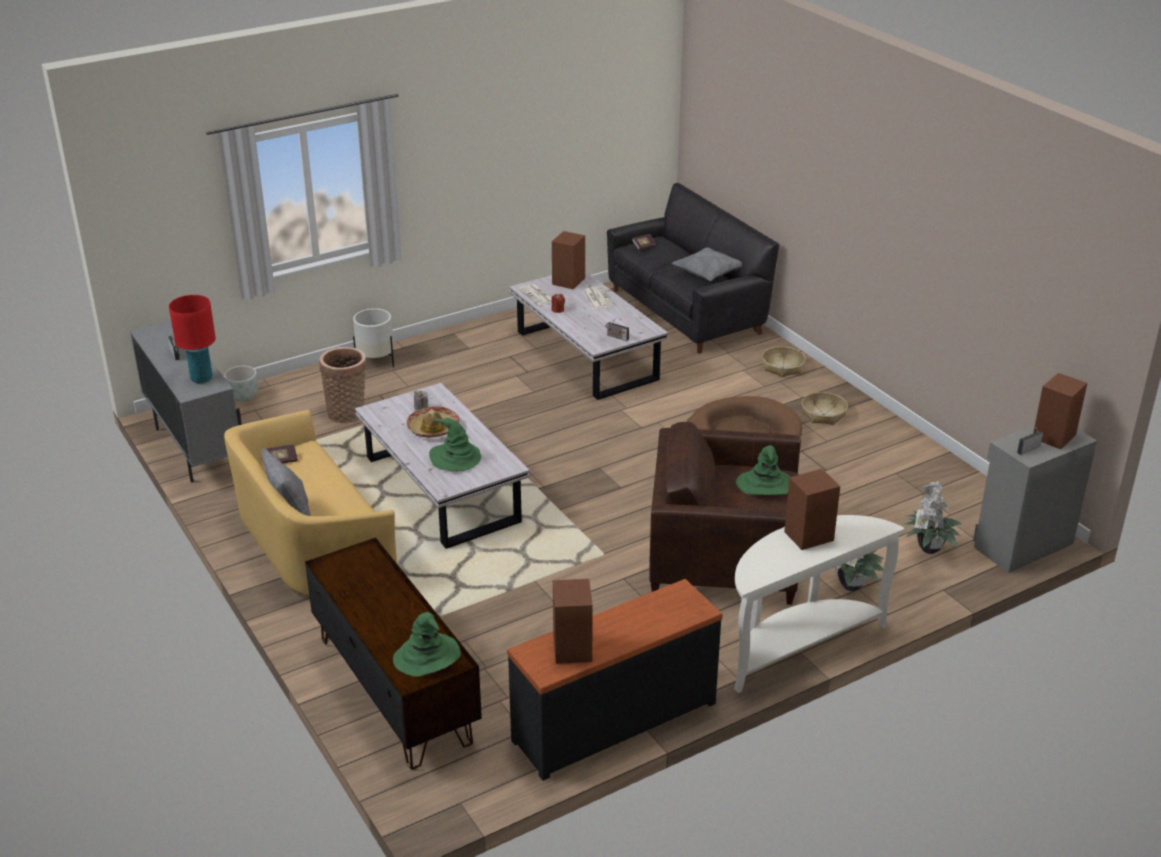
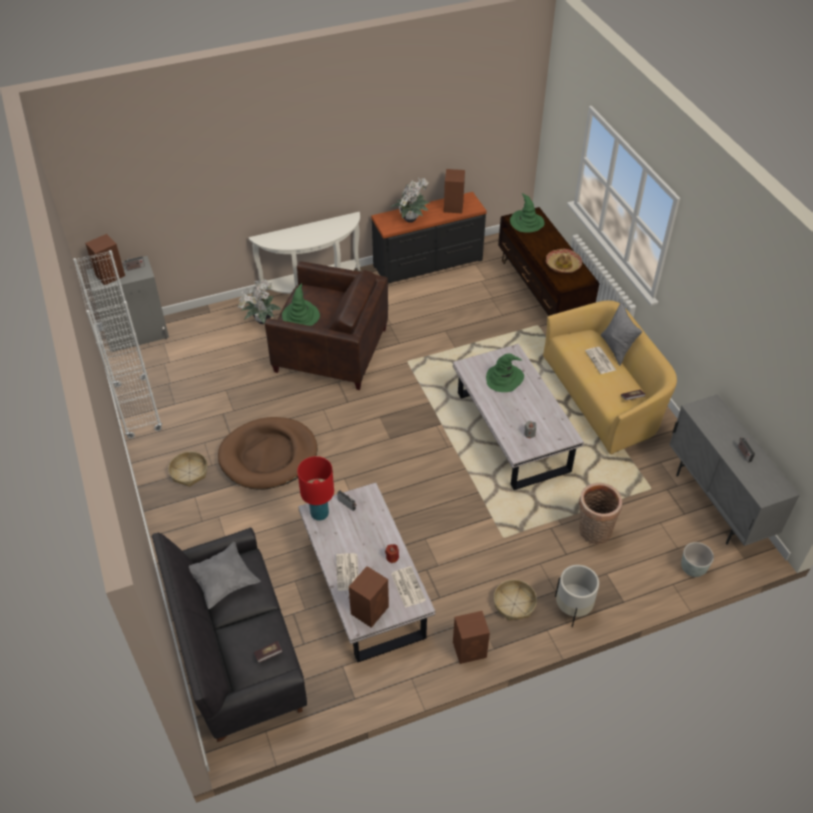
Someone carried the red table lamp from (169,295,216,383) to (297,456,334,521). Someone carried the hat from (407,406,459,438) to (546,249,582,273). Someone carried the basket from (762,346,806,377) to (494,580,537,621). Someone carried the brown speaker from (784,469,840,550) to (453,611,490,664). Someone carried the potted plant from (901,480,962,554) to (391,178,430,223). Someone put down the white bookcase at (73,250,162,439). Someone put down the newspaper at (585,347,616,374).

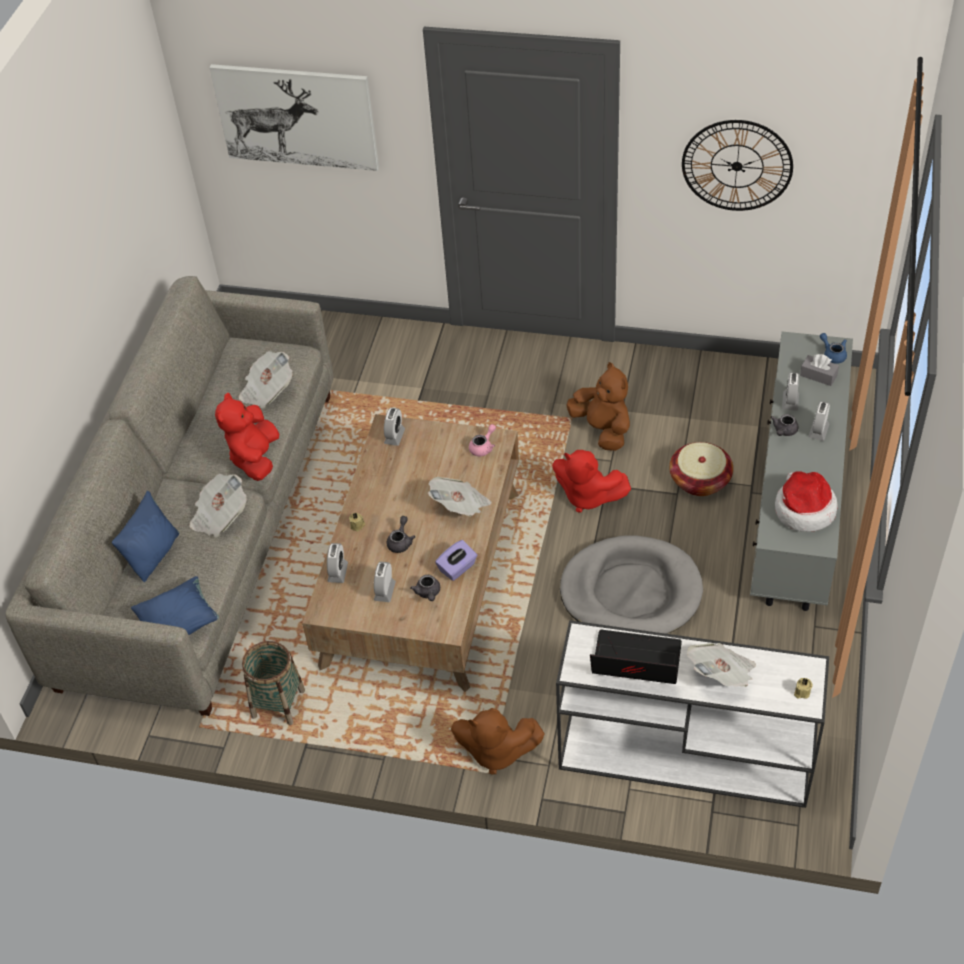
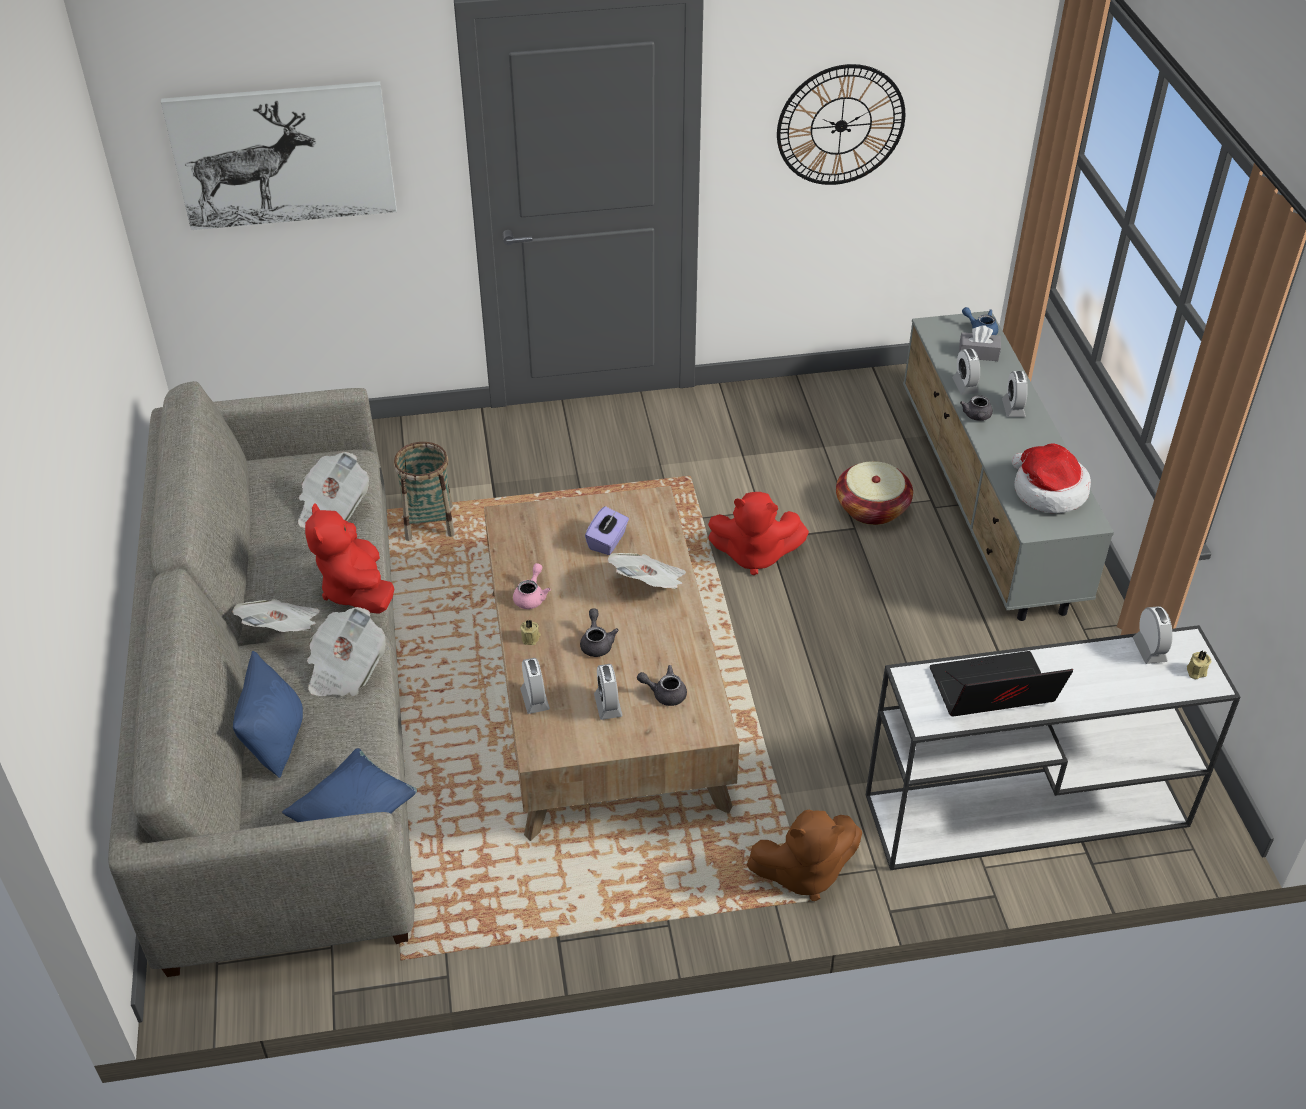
Someone carried the basket from (242,641,305,725) to (394,442,455,541). Someone carried the alarm clock from (384,408,405,446) to (1133,606,1173,664). Someone rotated the grey teapot at (410,575,440,601) by 135 degrees clockwise. Someone carried the purple tissue box from (435,540,478,581) to (585,506,629,555). Someone carried the pink teapot from (469,424,496,456) to (513,563,551,609). Someone took away the grey dog bed at (560,536,703,634). Someone took away the brown plush toy at (566,362,630,451). Someone carried the newspaper from (687,643,756,687) to (233,599,320,632).

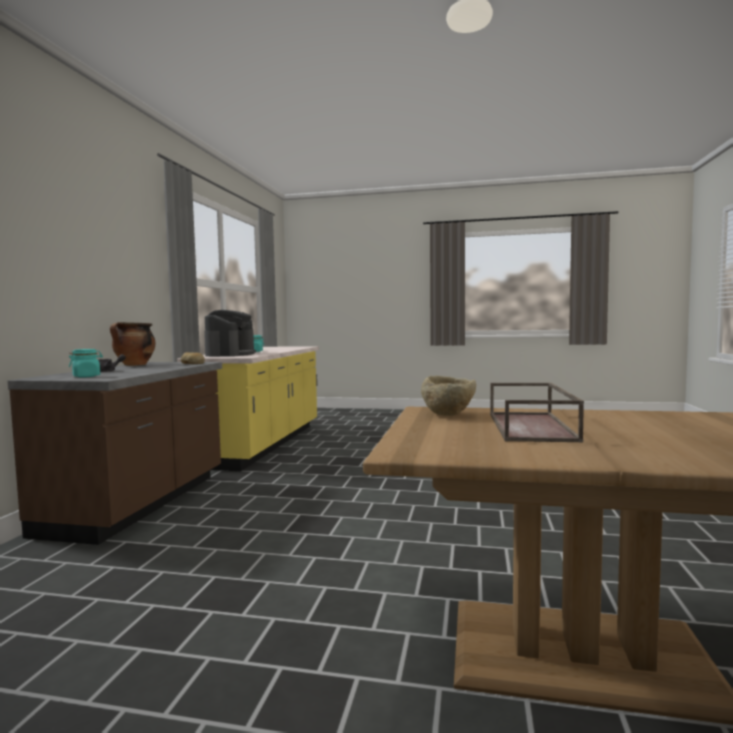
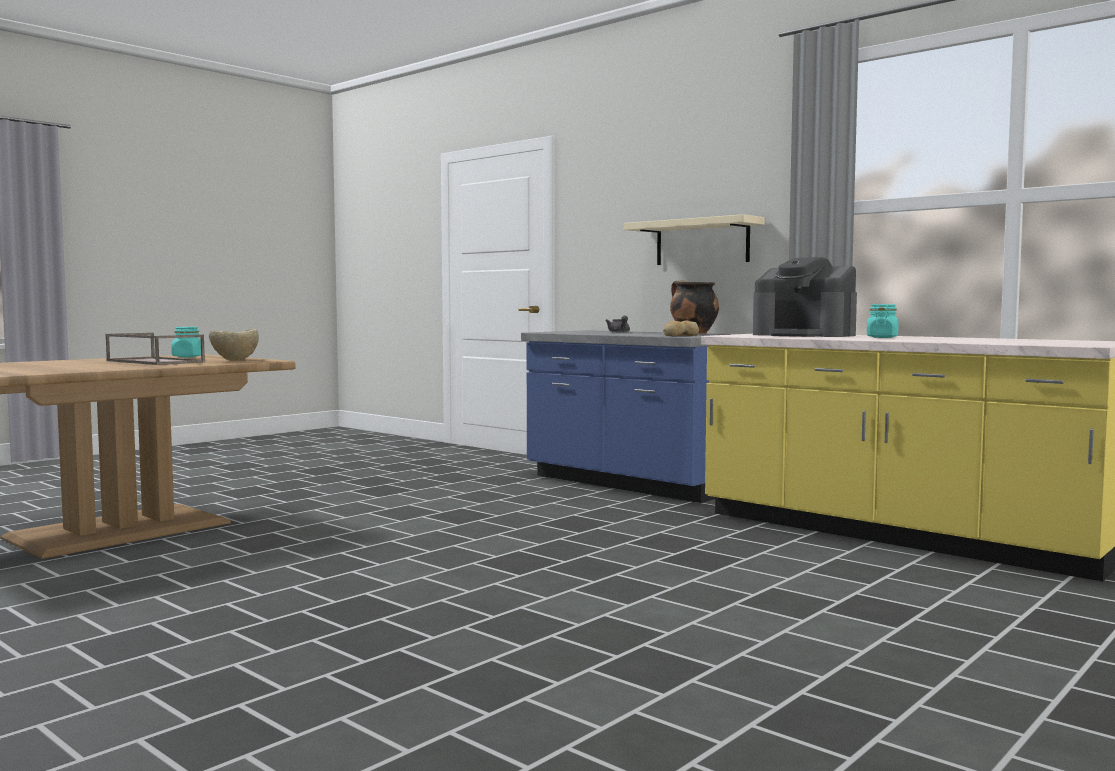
Someone repainted the brown counter at (8,362,222,545), which became the blue counter at (521,330,733,503). Someone carried the turquoise jar from (69,349,103,378) to (171,327,201,357). Someone put up the beige shelf at (624,214,765,265).

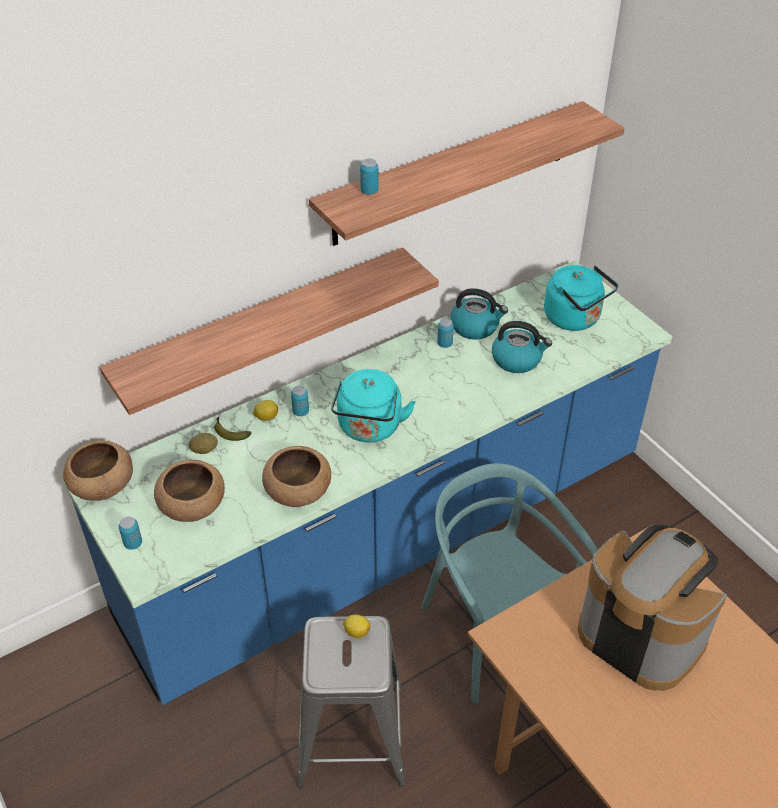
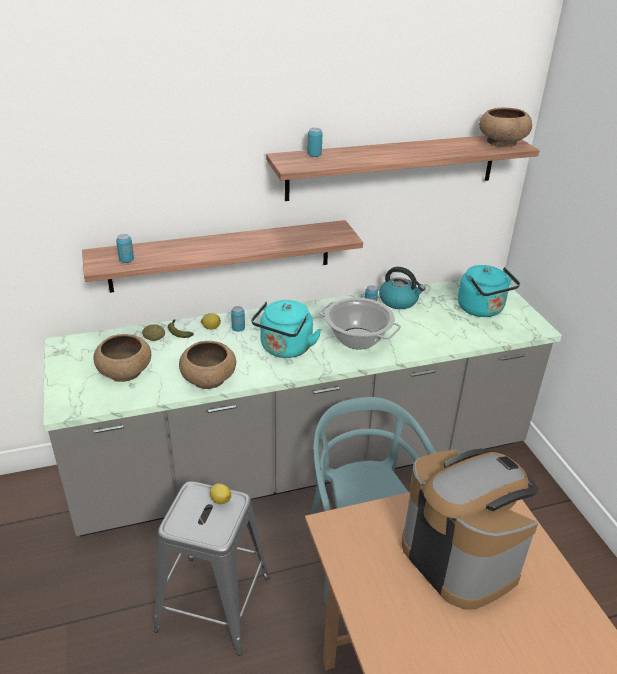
Someone carried the brown bowl from (63,441,133,501) to (479,108,532,147). Someone repainted the blue counter at (64,260,672,705), which became the grey counter at (43,279,562,537). Someone carried the can from (119,516,142,550) to (116,234,134,263). Someone took away the kettle at (492,321,552,373). Someone put down the cooking pot at (319,298,401,350).

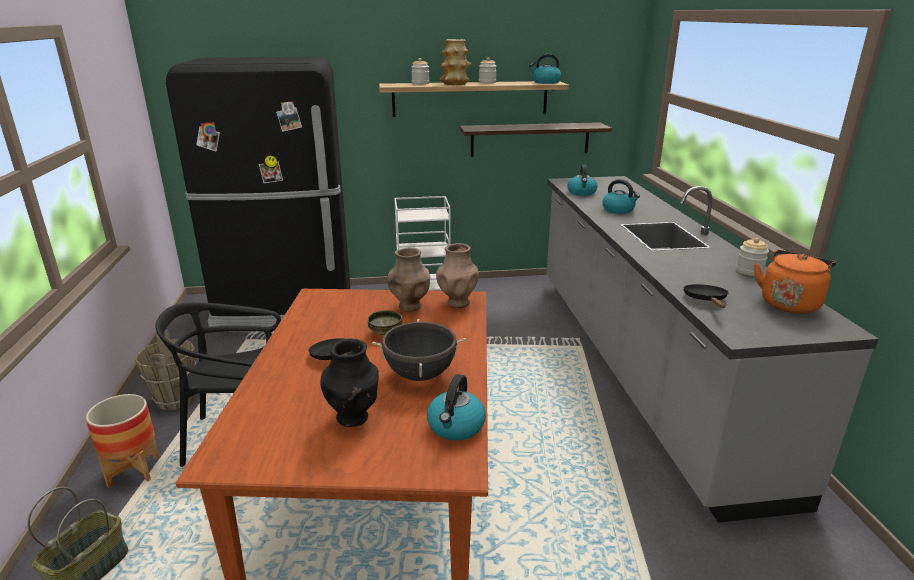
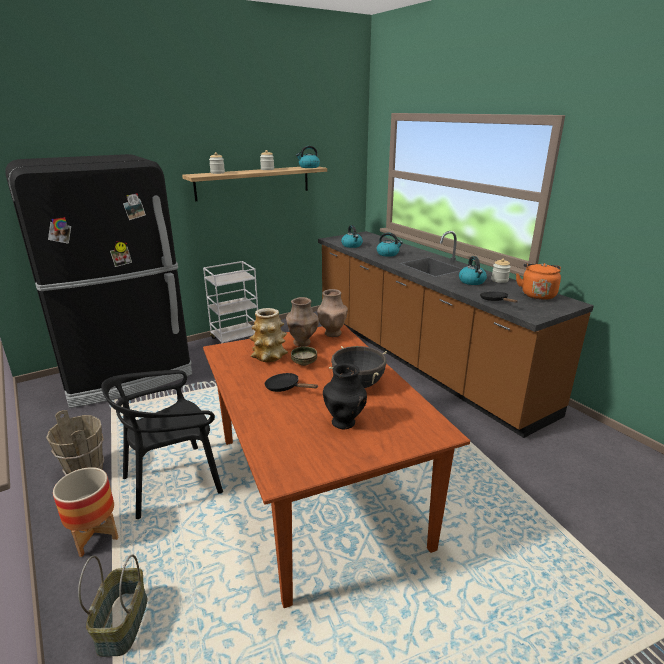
Someone carried the kettle from (427,374,486,441) to (459,256,487,285). Someone carried the vase from (439,39,472,85) to (249,308,288,362). Someone took away the shelf at (460,122,612,157). Someone repainted the grey counter at (547,176,879,523), which became the brown counter at (318,231,594,438).

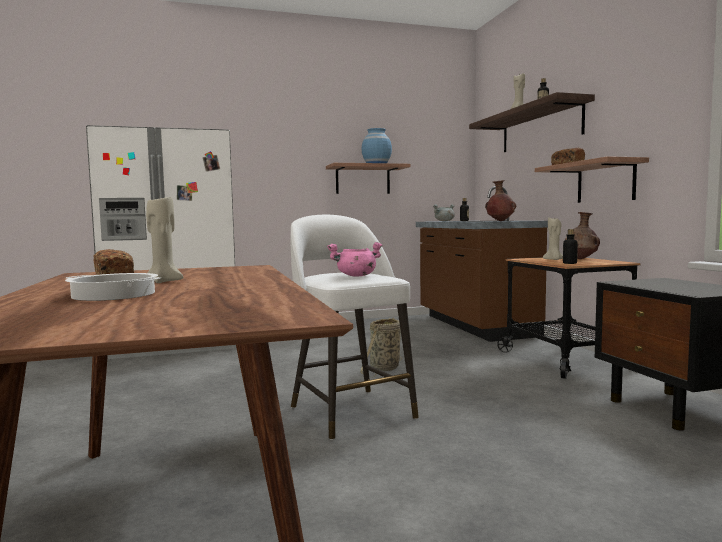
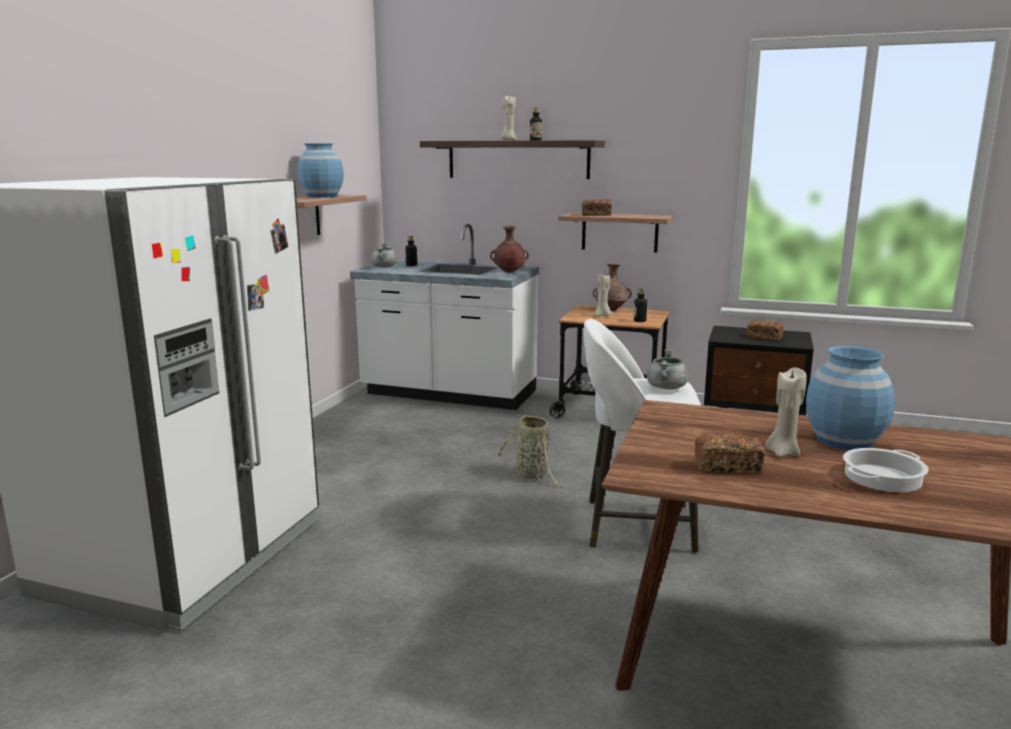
Someone repainted the pink cooking pot at (327,242,383,277), which became the grey cooking pot at (647,348,689,390). Someone repainted the brown counter at (416,186,548,342), which became the white counter at (350,224,539,410). Someone put down the bread at (747,320,784,340). Someone put down the blue vase at (806,346,895,450).

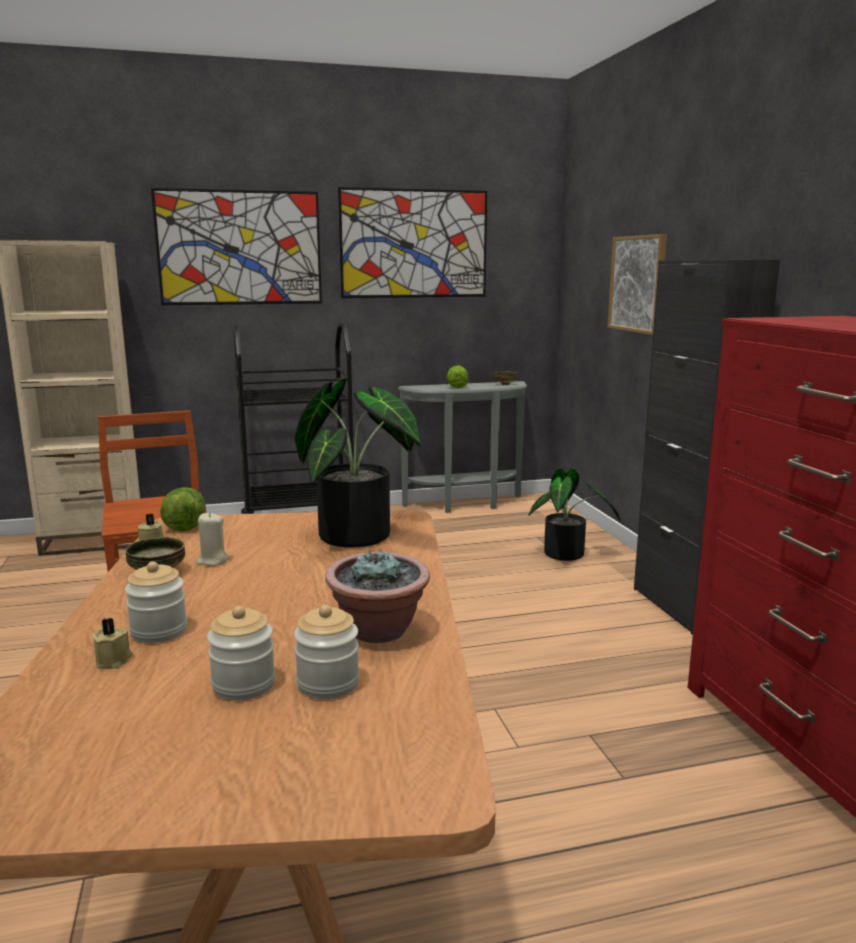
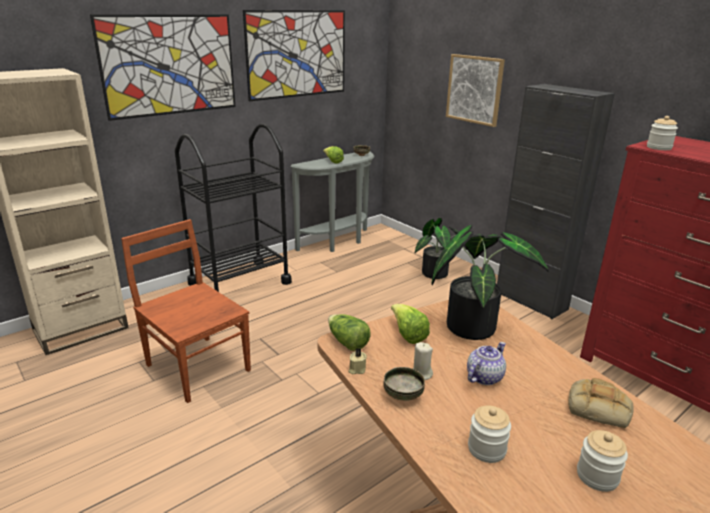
Someone took away the beige candle at (92,618,133,669). Someone carried the jar from (294,605,359,699) to (647,116,678,150). Someone swapped the potted plant at (325,549,430,643) for the bread at (568,378,634,428). Someone put down the lettuce at (391,304,430,344). Someone put down the teapot at (467,342,506,385).

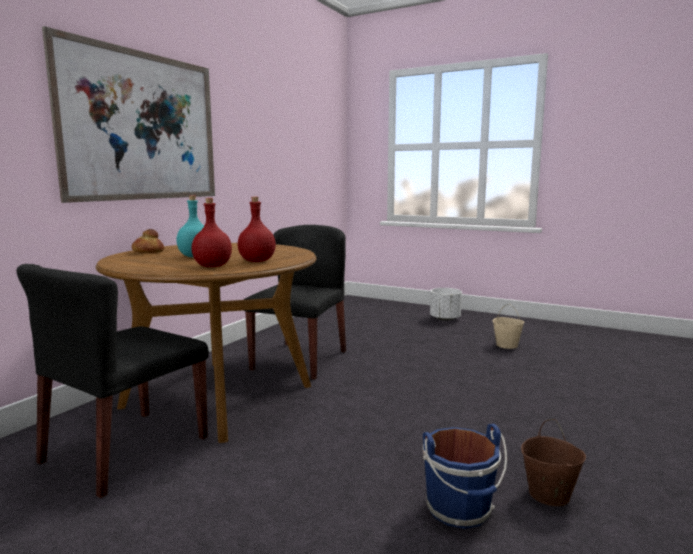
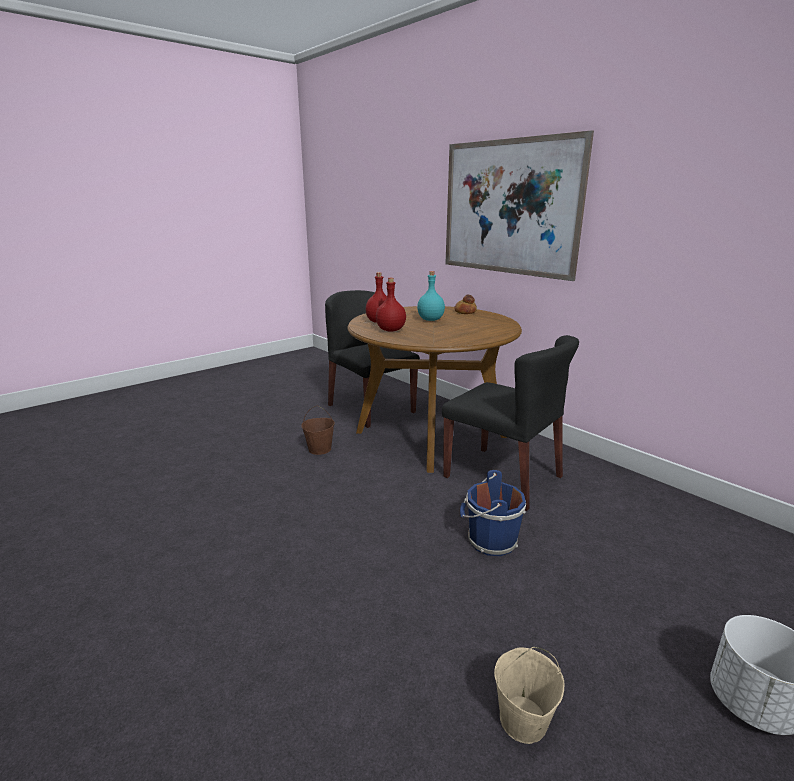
Someone carried the blue bucket from (423,424,507,529) to (460,470,526,556). Someone carried the brown bucket from (521,419,586,506) to (301,406,335,455).

